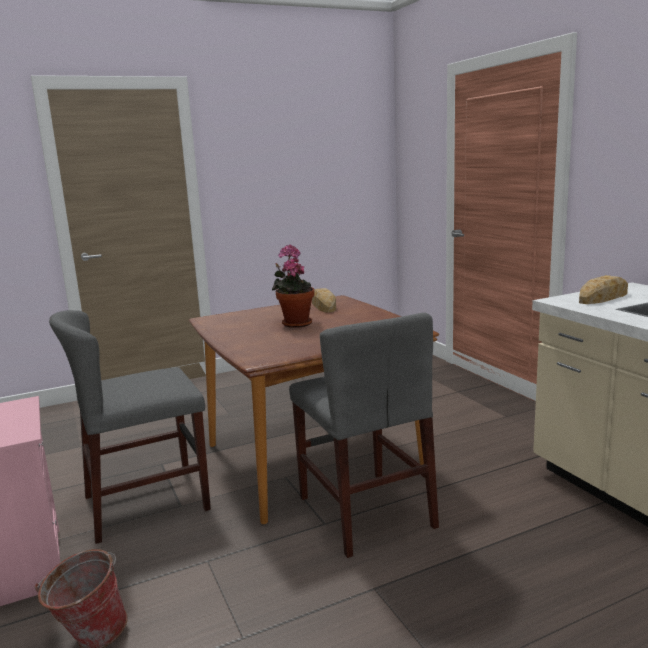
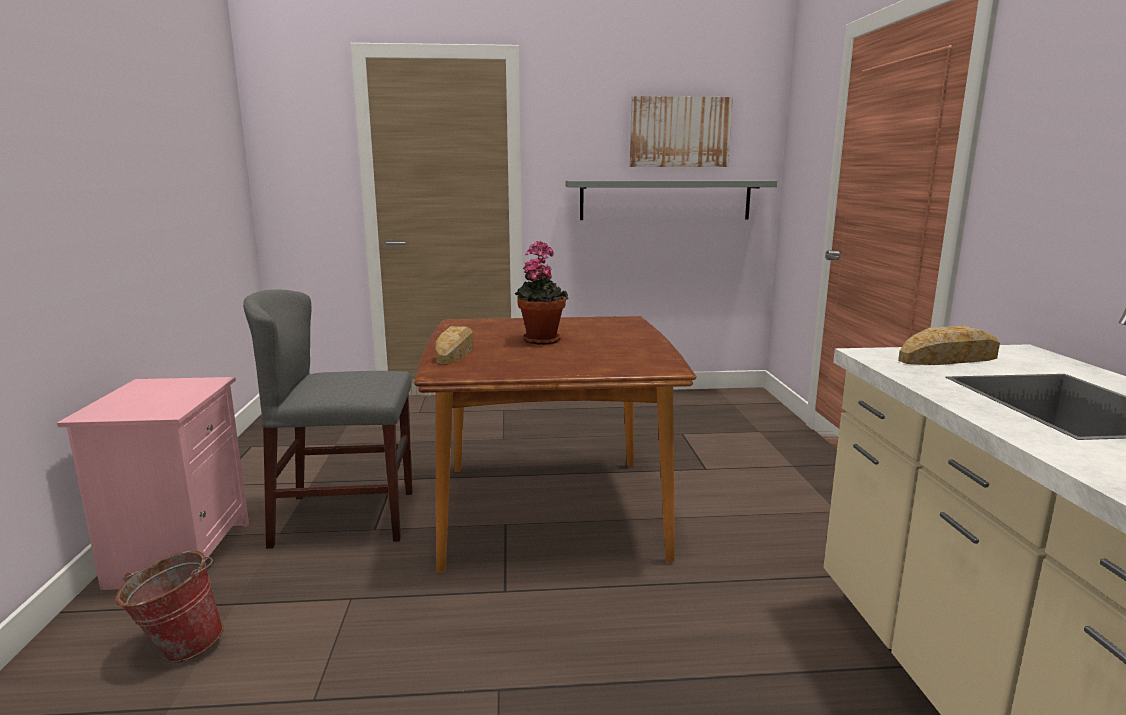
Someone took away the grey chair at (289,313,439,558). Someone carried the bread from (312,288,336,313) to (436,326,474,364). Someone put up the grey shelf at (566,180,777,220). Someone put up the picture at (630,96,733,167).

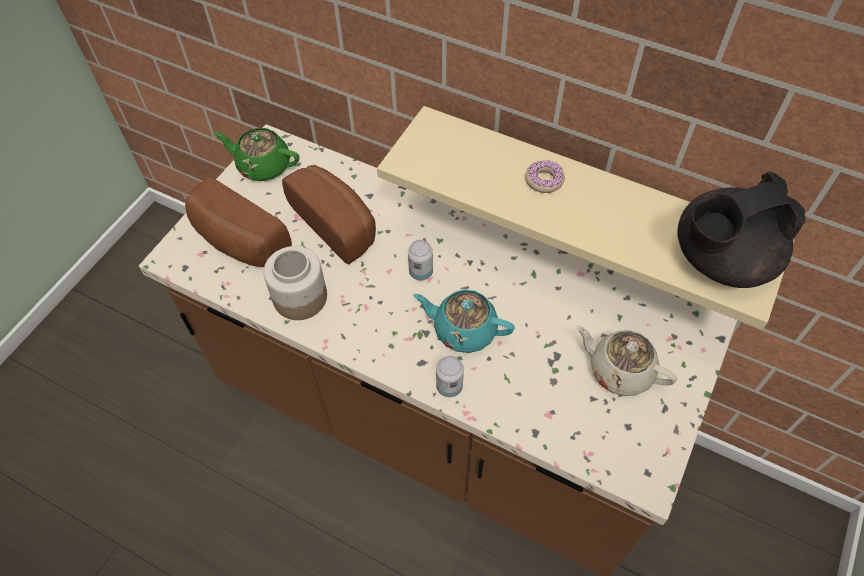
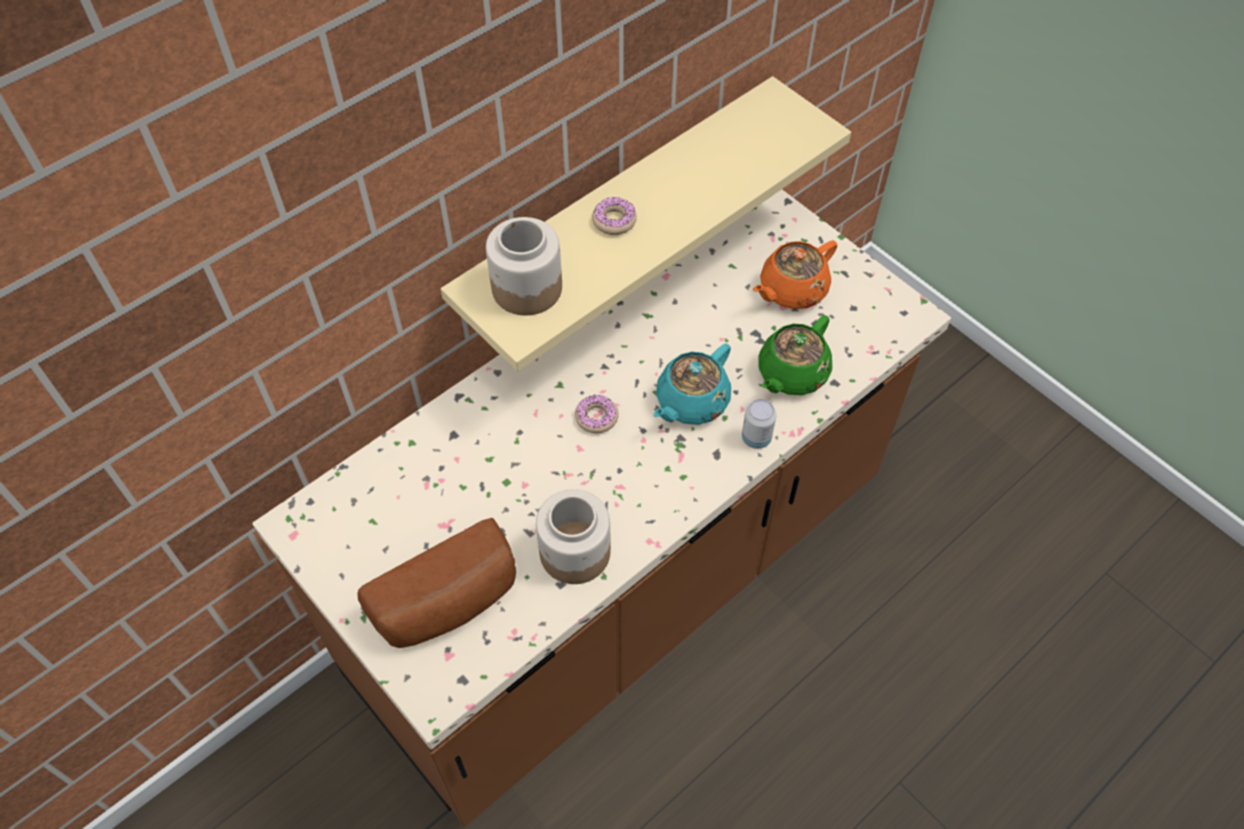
Someone carried the green teapot from (214,128,299,181) to (759,315,832,395). Someone took away the bread at (282,165,376,264). Someone swapped the can at (408,240,433,281) for the donut at (575,394,619,433). Someone repainted the beige teapot at (576,325,677,396), which became the orange teapot at (753,240,838,309). Someone took away the black teapot at (677,172,806,288). Someone put down the jar at (486,217,562,315).

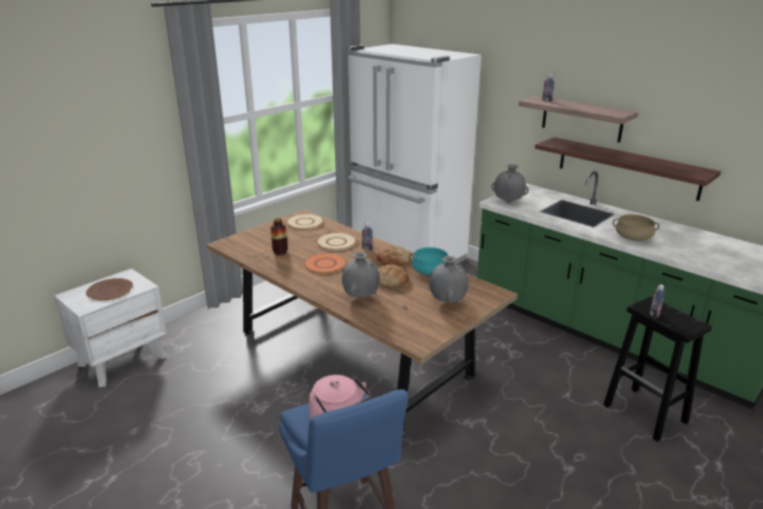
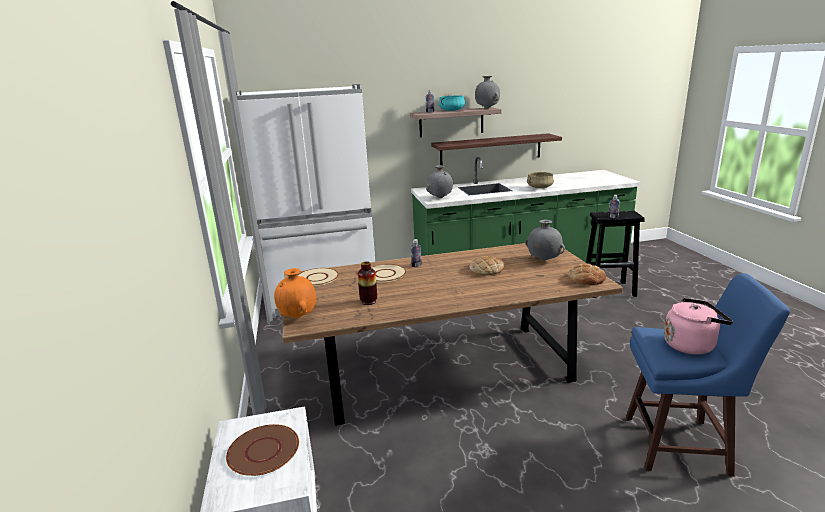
Someone took away the orange plate at (304,253,347,273). Someone carried the grey vase from (342,252,380,298) to (475,76,500,109). Someone carried the bread from (376,245,411,266) to (568,263,606,285). Someone carried the turquoise cooking pot from (409,247,448,275) to (439,96,465,111). Someone put down the orange vase at (274,268,316,318).

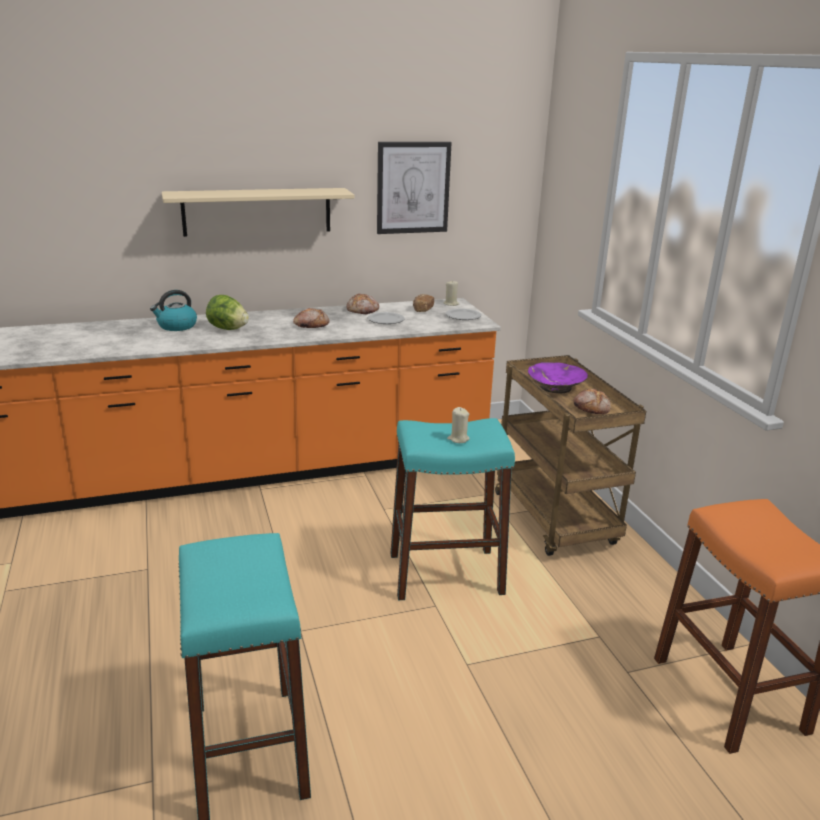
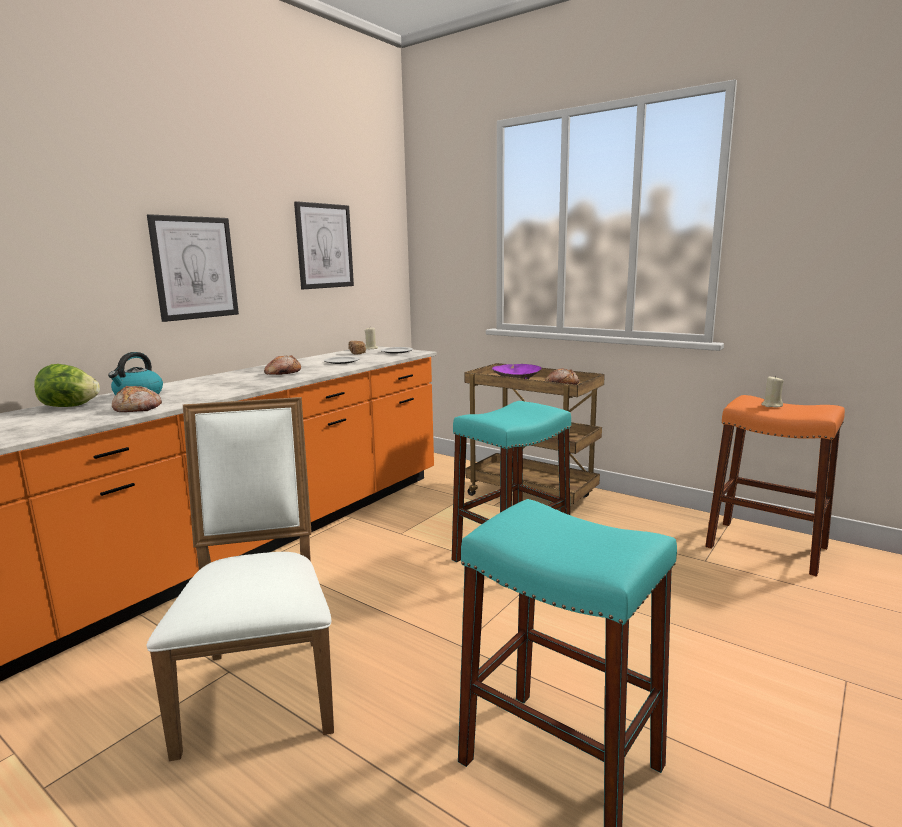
Someone swapped the beige shelf at (162,188,354,237) for the picture at (147,214,239,322). Someone carried the lettuce from (206,295,249,330) to (34,364,100,407). Someone carried the bread from (346,293,379,314) to (112,386,162,412). Someone carried the beige candle from (447,407,470,443) to (761,375,784,407). Someone put down the white chair at (147,397,334,761).

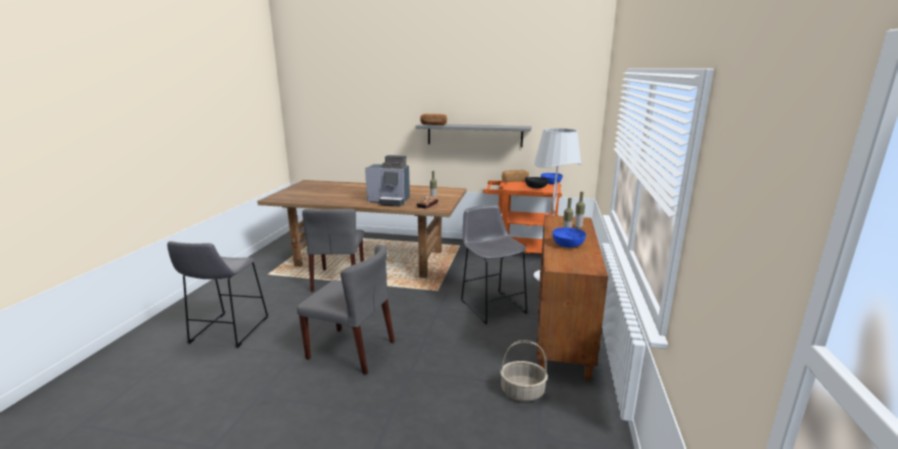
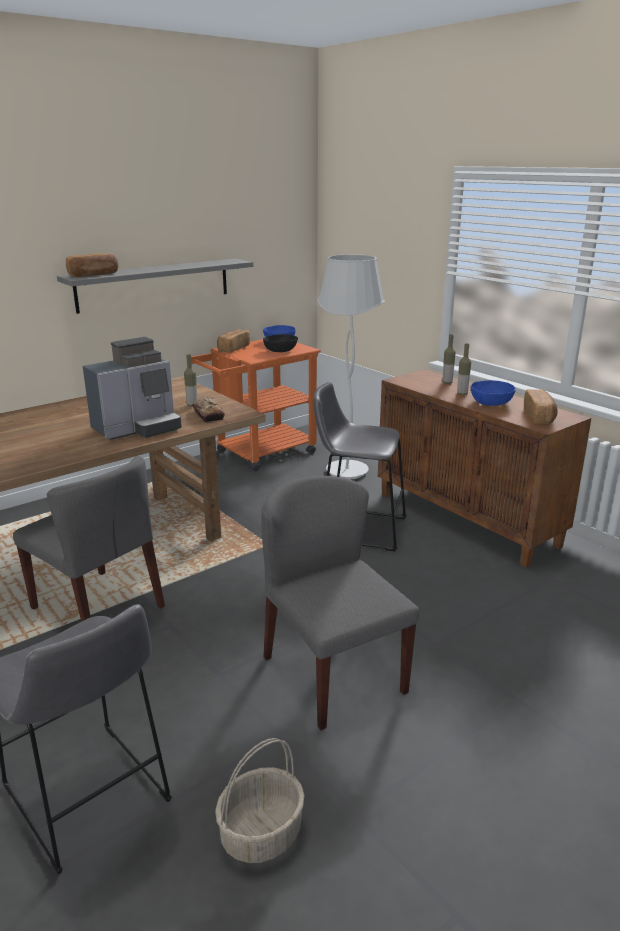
Someone rotated the grey chair at (297,245,395,375) by 90 degrees counterclockwise. Someone carried the basket from (500,340,548,402) to (215,738,304,863). Someone put down the bread at (524,389,558,424).

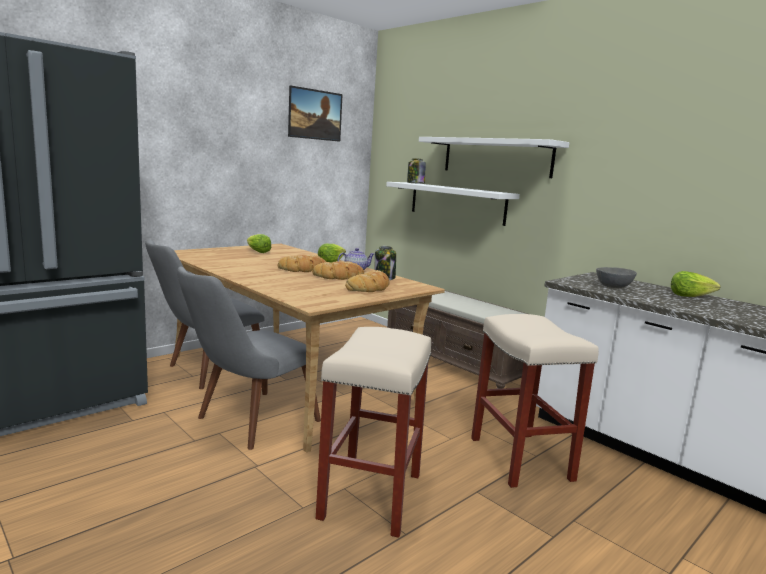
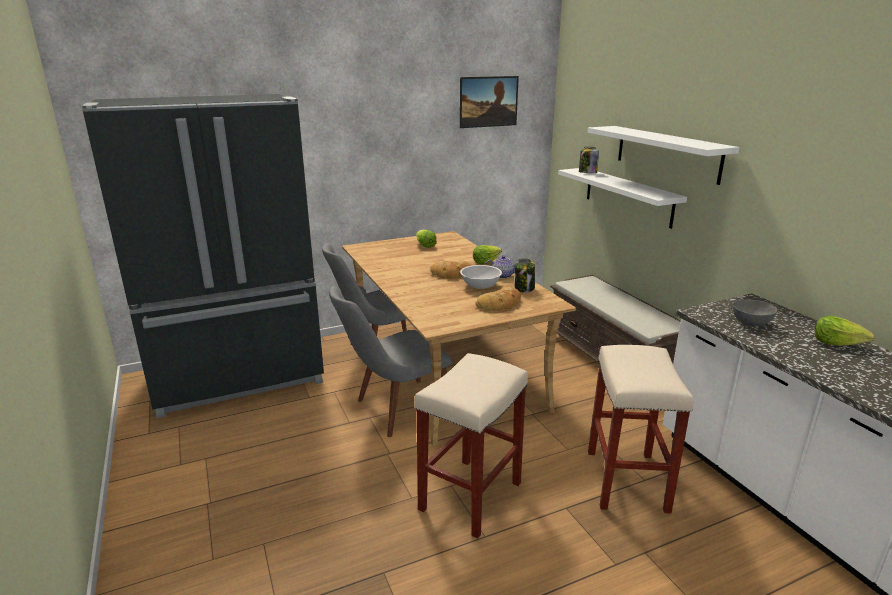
Someone swapped the bread at (313,261,364,280) for the white bowl at (460,265,502,289).

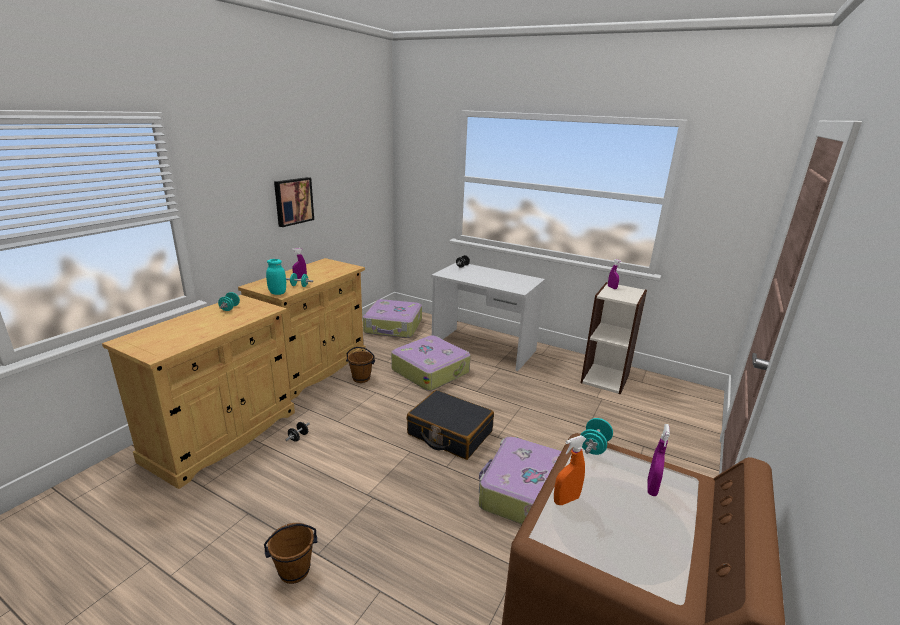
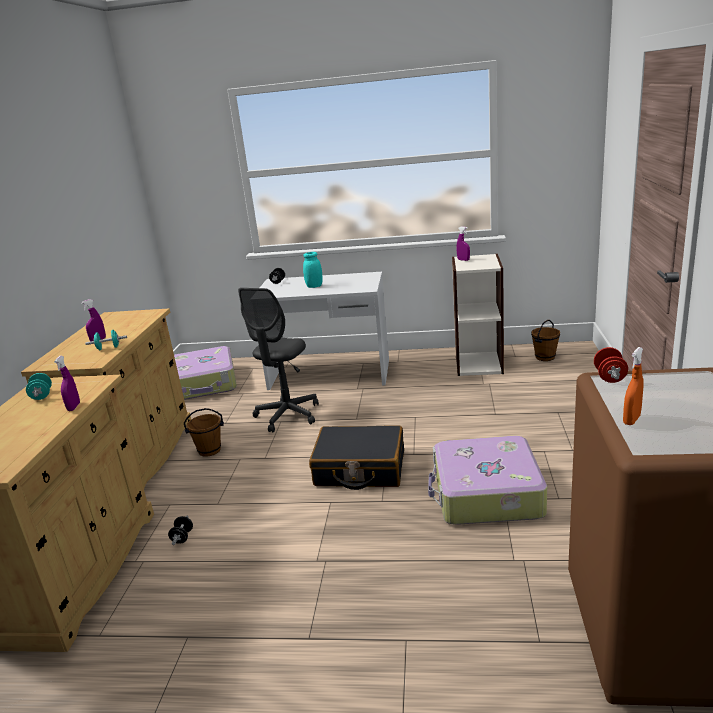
Someone carried the brown bucket from (264,523,317,584) to (531,320,560,361). Someone carried the turquoise jar from (266,259,286,295) to (303,252,323,288). Someone took away the picture at (274,177,314,227). Someone swapped the suitcase at (391,335,471,391) for the grey office chair at (238,288,319,432). Someone repainted the turquoise dumbbell at (580,418,613,455), which became the red dumbbell at (594,347,628,383). Someone carried the purple spray bottle from (647,424,670,496) to (54,356,80,411).

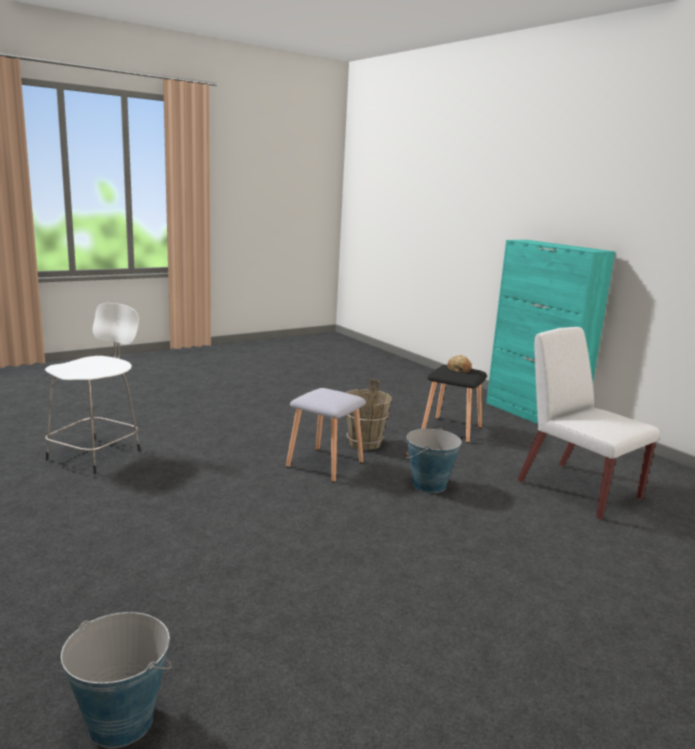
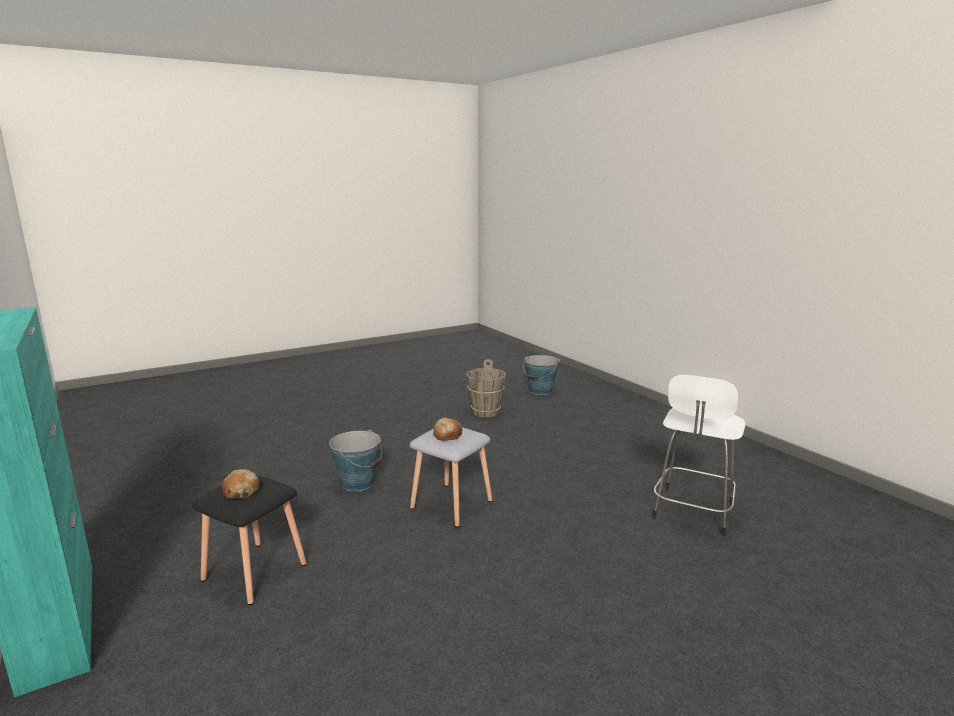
Someone carried the brown bucket from (346,379,392,450) to (466,359,506,417). Someone took away the white chair at (517,327,660,520). Someone put down the bread at (433,418,462,441).

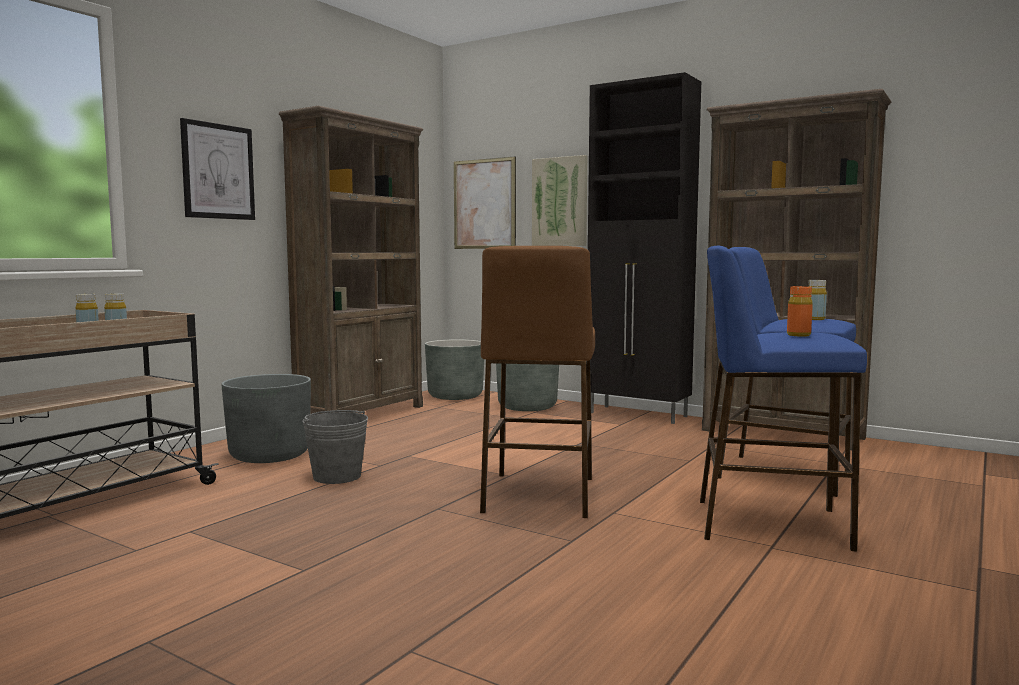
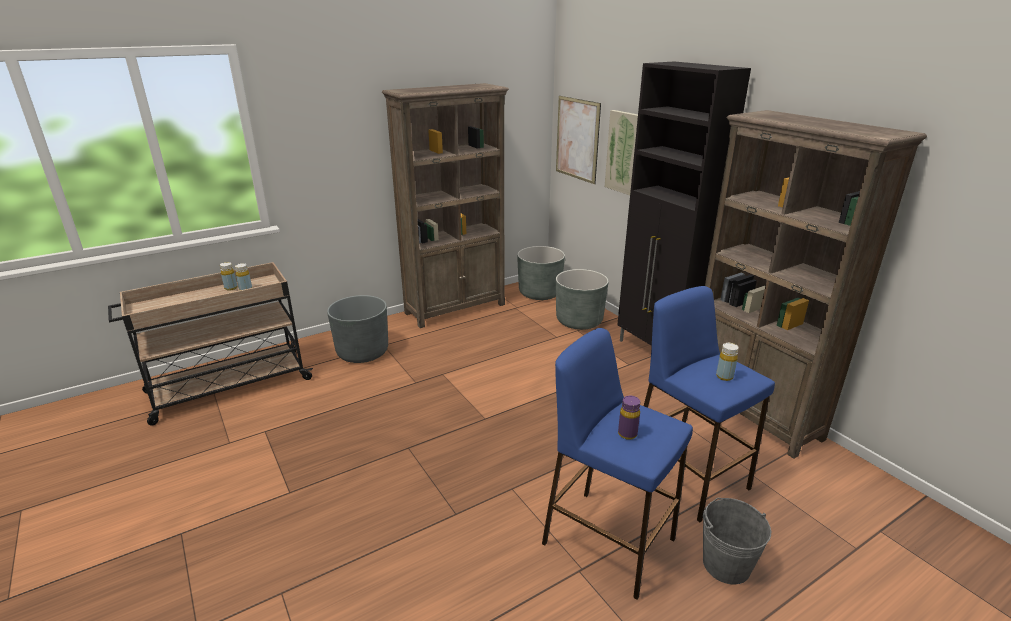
Someone took away the picture at (180,118,255,220). Someone carried the grey bucket from (302,410,368,484) to (703,498,771,584). Someone took away the brown stool at (480,246,595,518). Someone repainted the orange bottle at (787,286,813,337), which became the purple bottle at (618,396,640,440).

